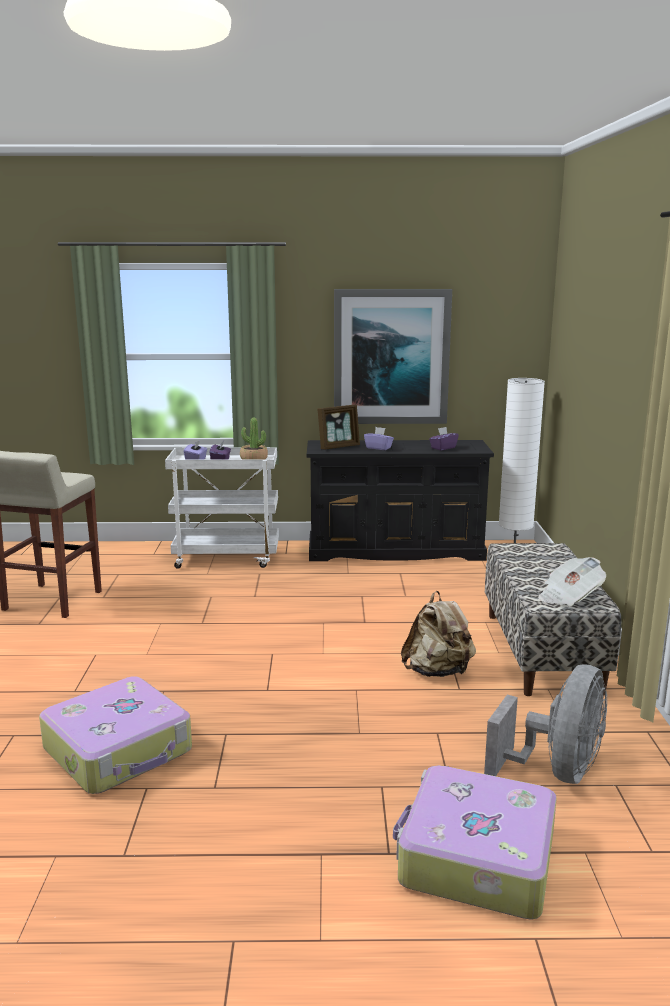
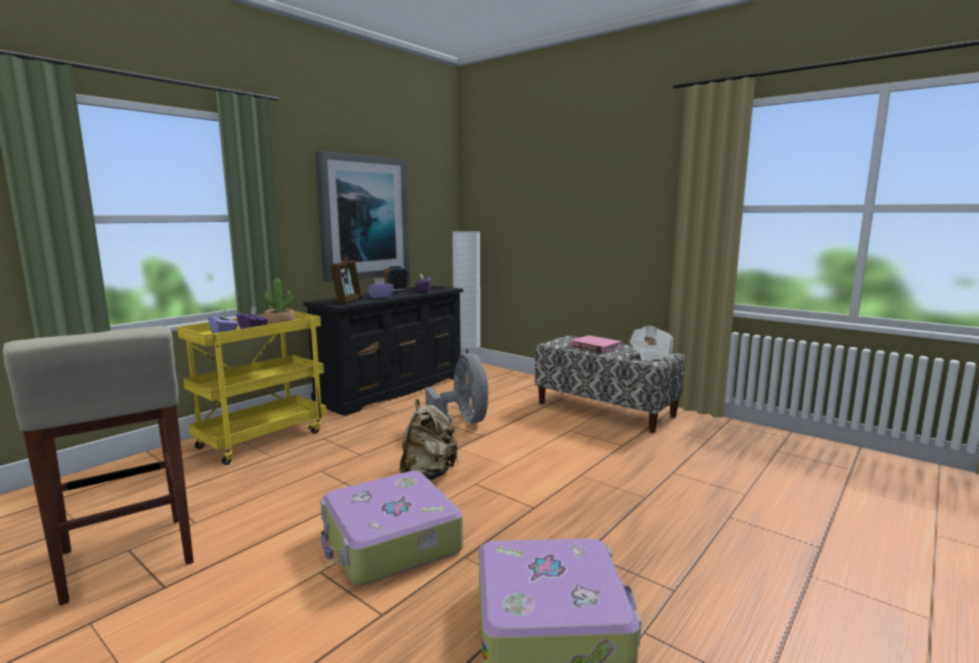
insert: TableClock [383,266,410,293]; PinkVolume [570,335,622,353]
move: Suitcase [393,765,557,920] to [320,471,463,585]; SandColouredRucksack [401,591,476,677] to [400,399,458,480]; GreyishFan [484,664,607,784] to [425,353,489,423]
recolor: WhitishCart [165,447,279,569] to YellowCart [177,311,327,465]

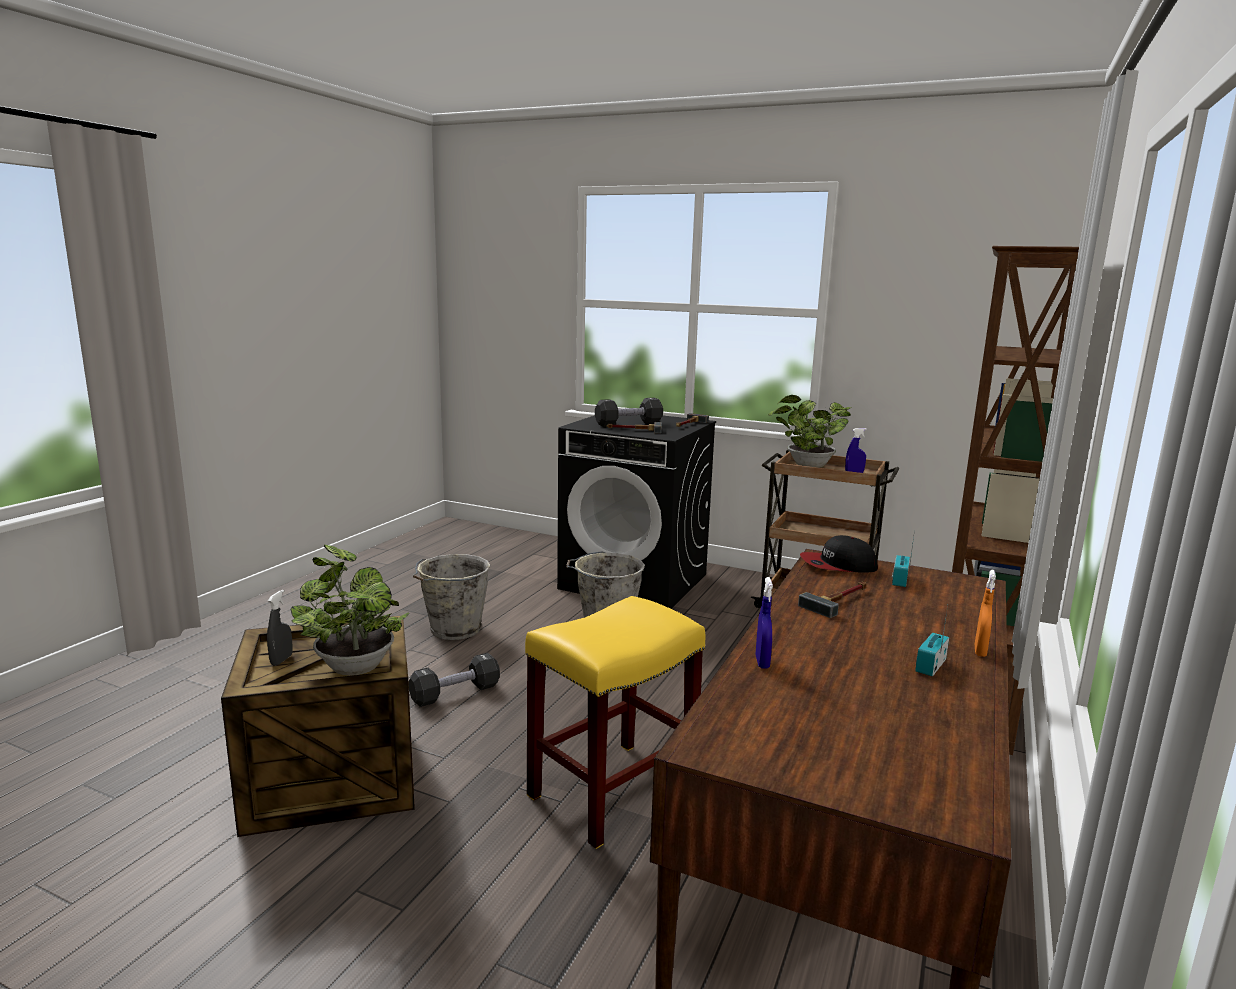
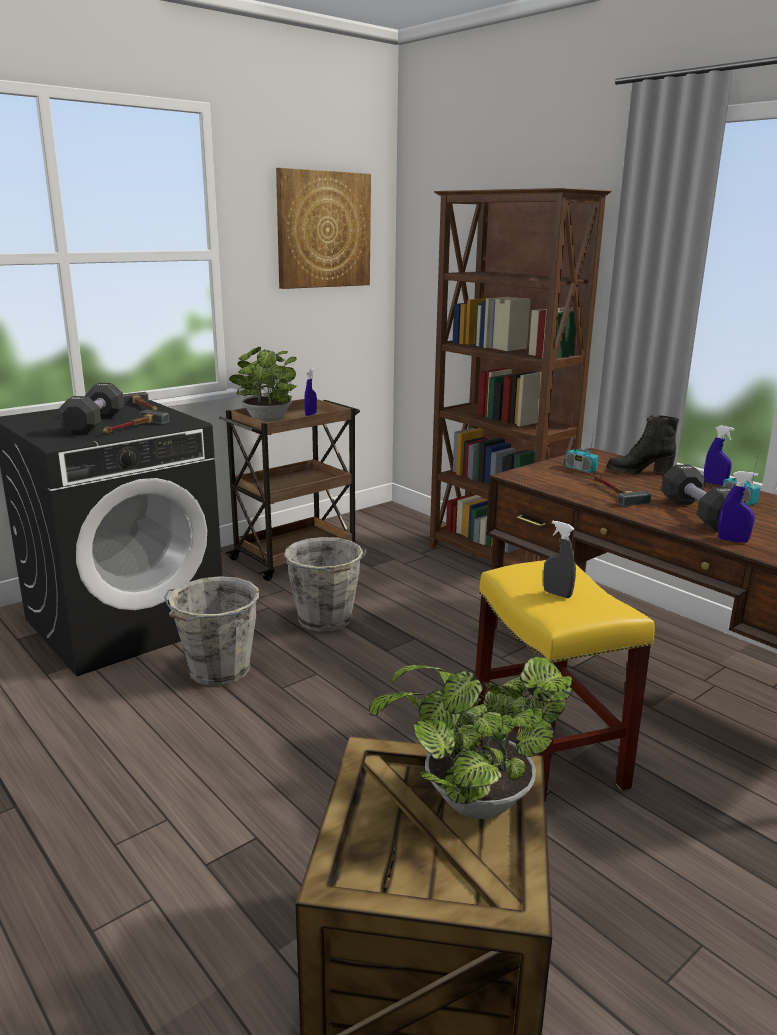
delete: PeakedCap [800,535,878,573]
insert: Picture [276,168,371,289]; BlackColouredTallBoot [607,415,679,475]
move: GreyishHandSprayer [267,590,293,666] to [543,521,576,598]; BlackColouredDumbbell [408,653,500,707] to [661,464,746,531]; GreyishPail [413,554,491,640] to [284,537,367,632]
recolor: OrangeHandSprayer [975,569,996,657] to BlueHandSprayer [704,425,734,486]

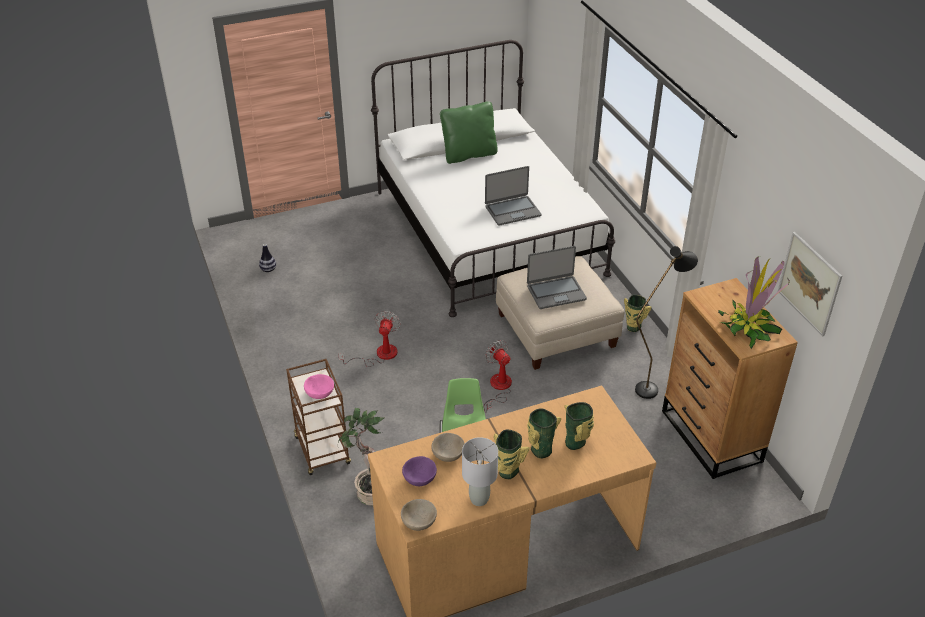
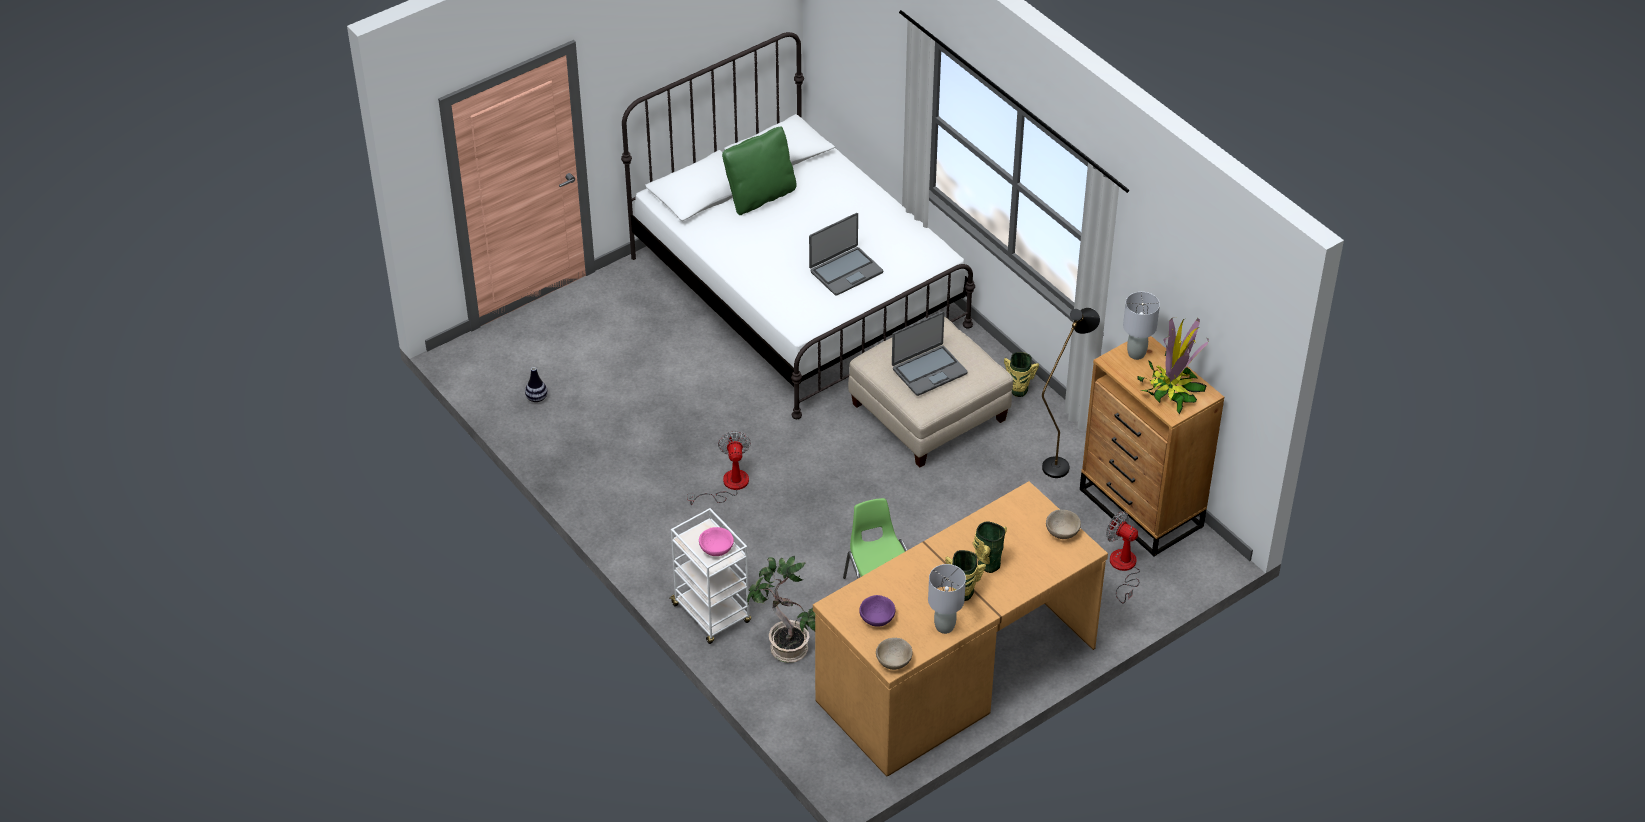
delete: FlowerVase [565,402,594,450]; Picture [778,232,842,337]
insert: GreyishTableLamp [1123,292,1160,360]
move: SandColouredServingBowl [431,433,465,462] to [1046,510,1081,539]; Fan [484,340,512,413] to [1106,511,1140,604]
recolor: BrownColouredCart [286,359,351,475] to WhitishCart [669,508,751,644]

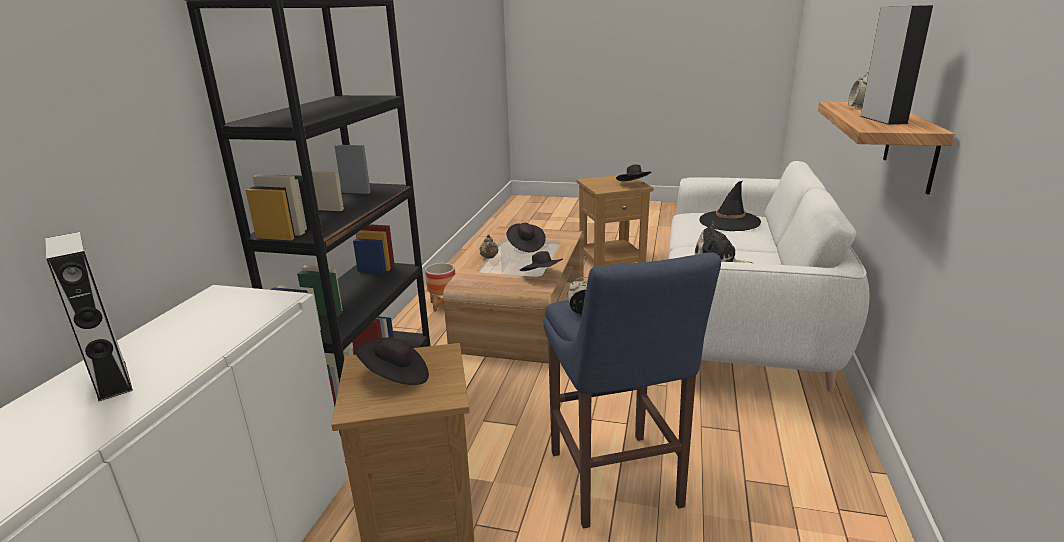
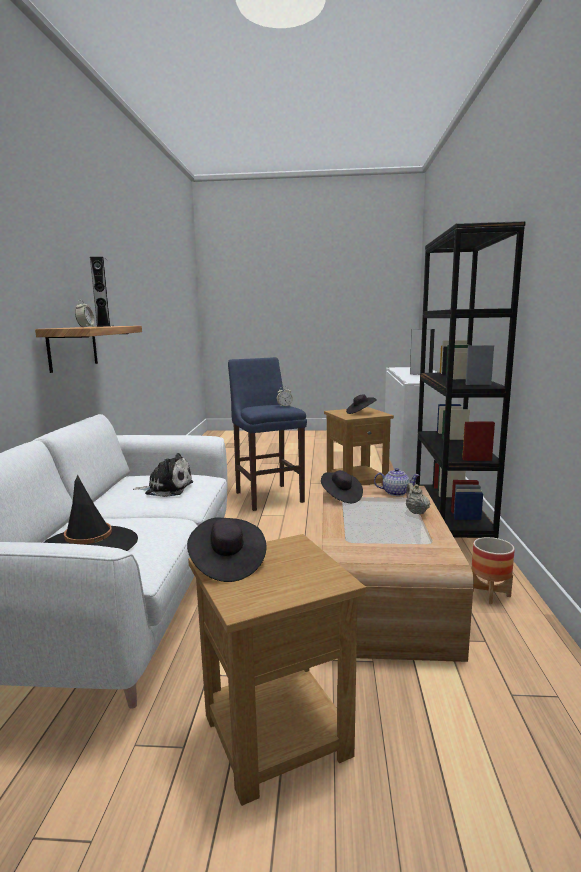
delete: BlackColouredClothingHat [506,223,546,252]
insert: PotForTea [374,468,420,496]

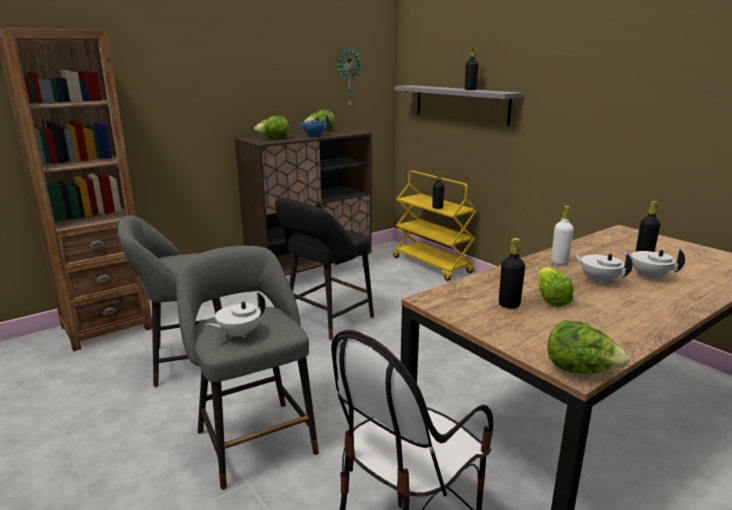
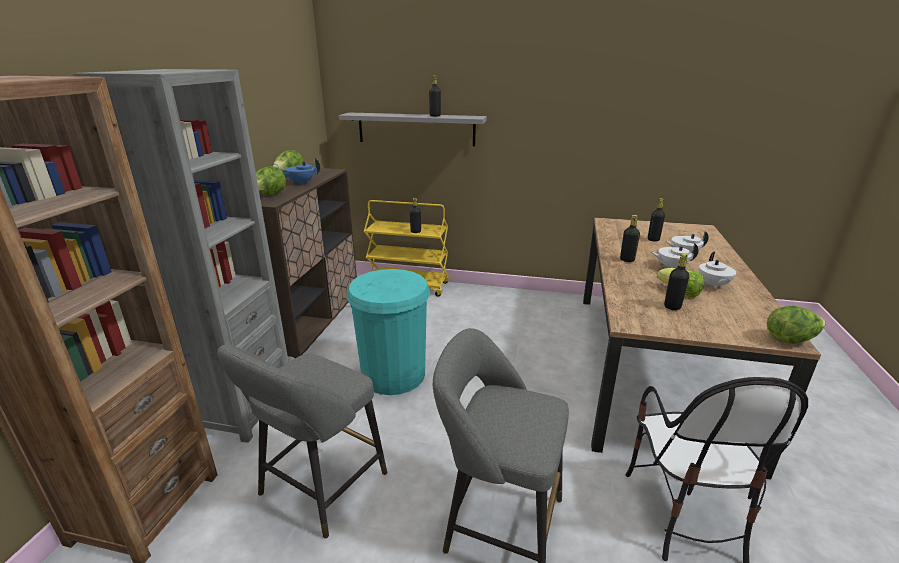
delete: WallClock [337,48,362,108]
insert: GreyishBookcase [73,69,289,443]
move: WhitishPotForTea [205,293,265,338] to [699,252,736,289]
replace: BlackColouredSittingStool [275,198,374,340] to BlueGreenTrashCan [347,269,430,395]
recolor: WhitishBeverageBottle [551,206,574,265] to BlackColouredBeverageBottle [620,215,640,262]

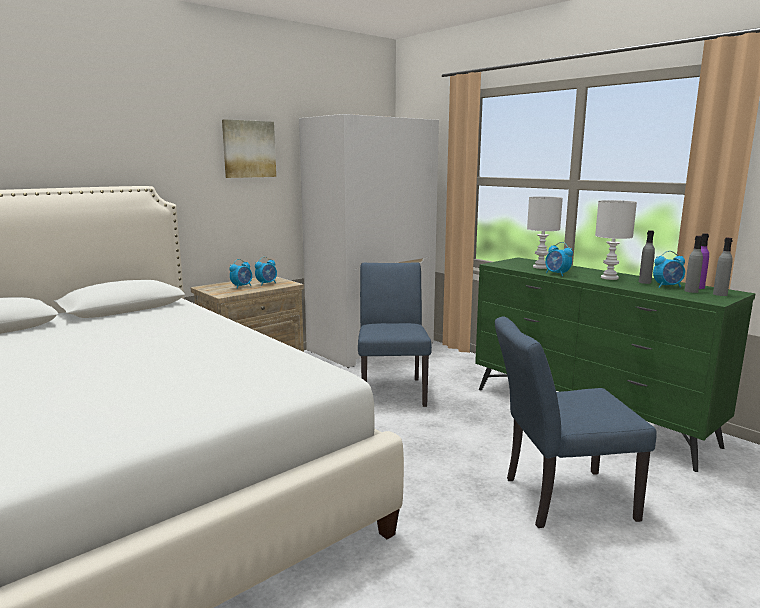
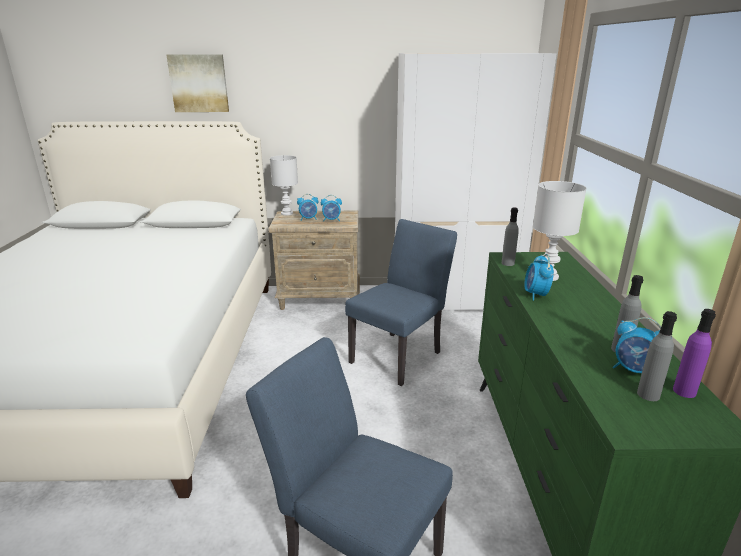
move: Picture [222,119,276,178] to [166,54,229,112]; WhitishTableLamp [595,200,637,280] to [270,155,298,215]; GreyishBeverageBottle [713,238,733,296] to [502,208,519,266]

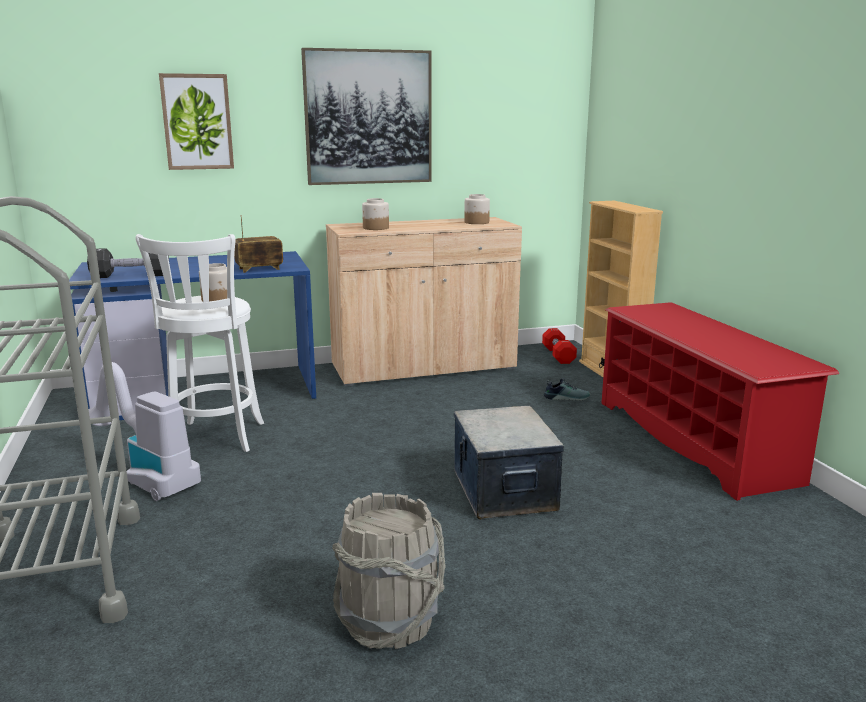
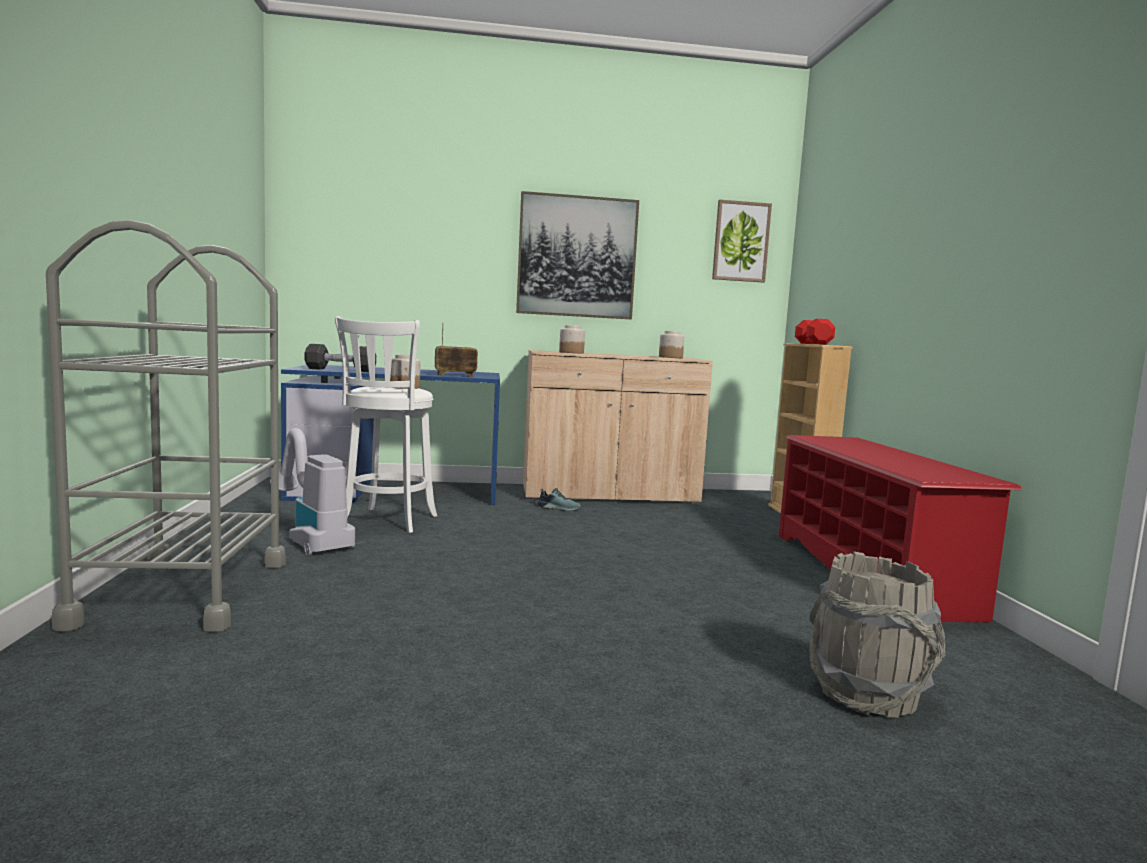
delete: StorageBin [454,406,564,520]
move: Picture [159,73,234,170] to [712,200,772,282]; GreyishPail [332,493,446,649] to [809,552,945,718]; RedColouredDumbbell [542,328,577,364] to [795,319,835,345]; ItemOfFootwear [544,378,590,401] to [537,488,581,511]

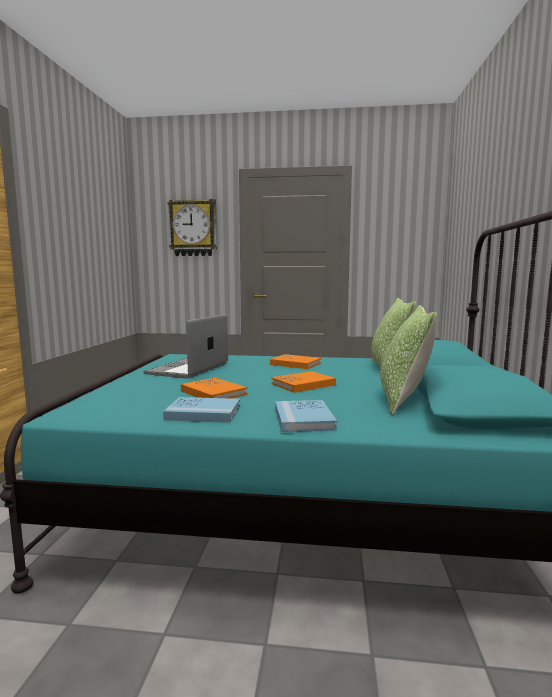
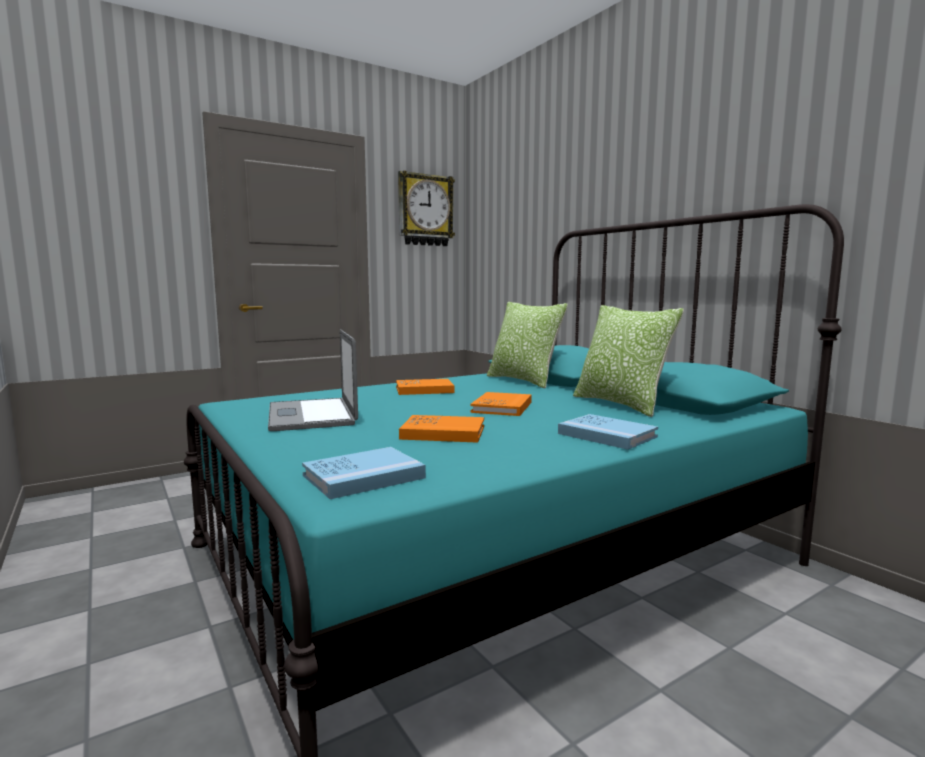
move: BlueVolume [163,397,240,423] to [302,447,426,499]; WallClock [168,199,217,256] to [398,170,455,246]

